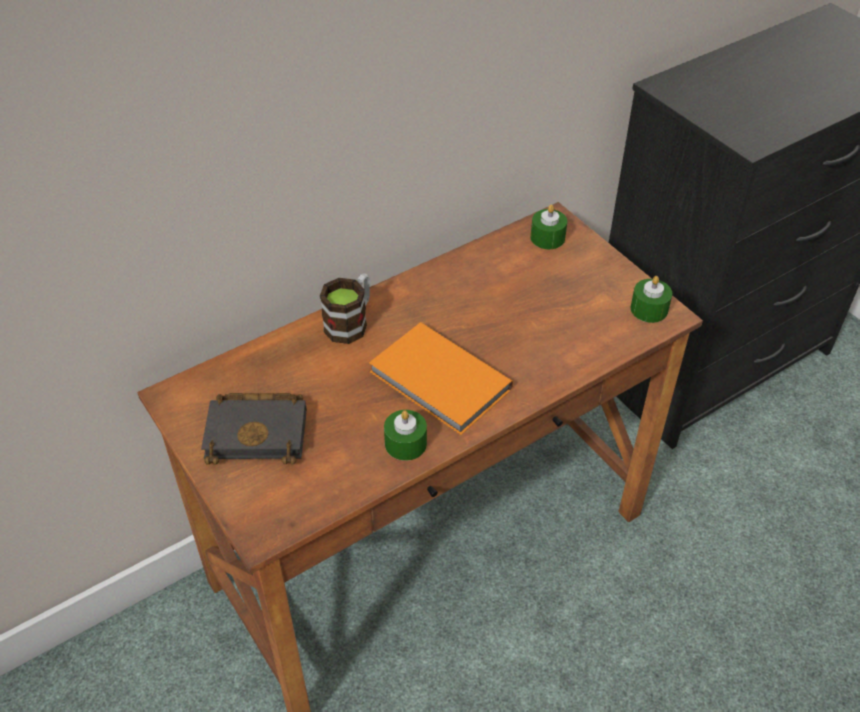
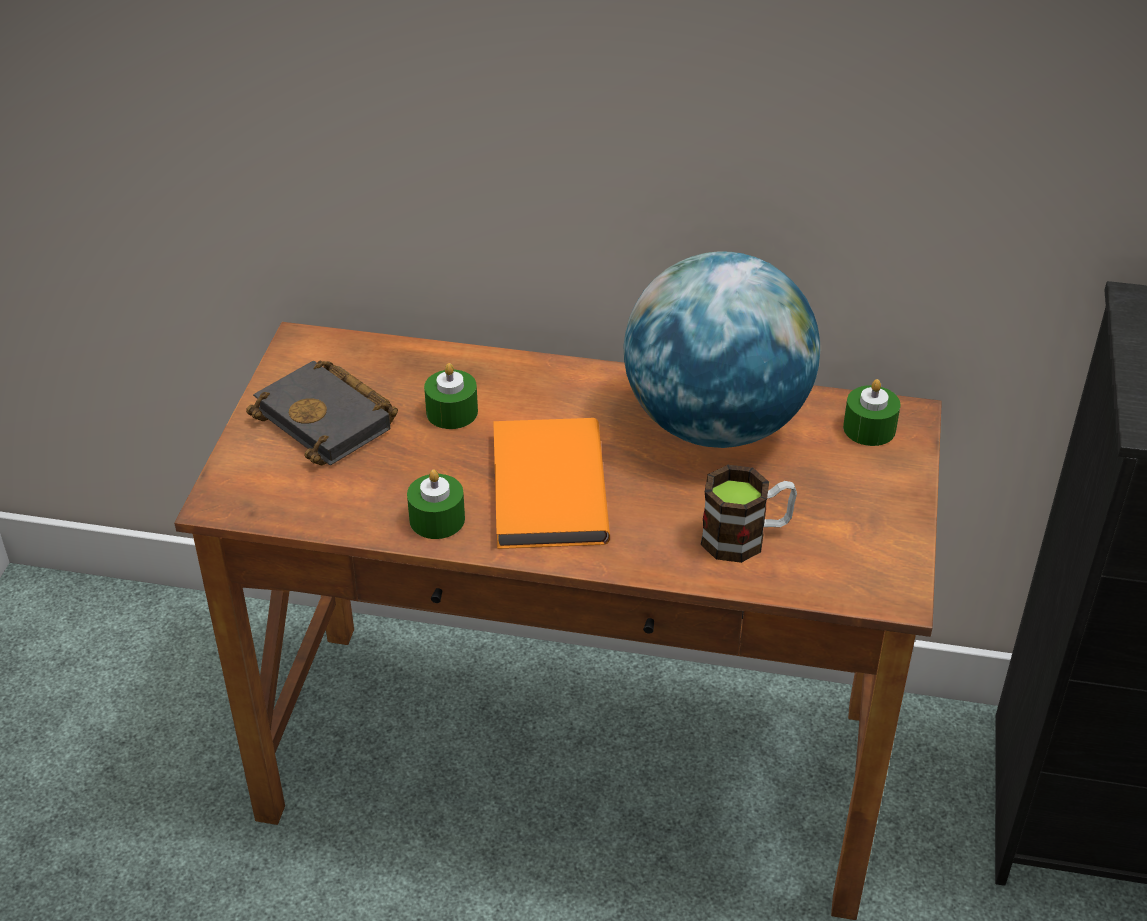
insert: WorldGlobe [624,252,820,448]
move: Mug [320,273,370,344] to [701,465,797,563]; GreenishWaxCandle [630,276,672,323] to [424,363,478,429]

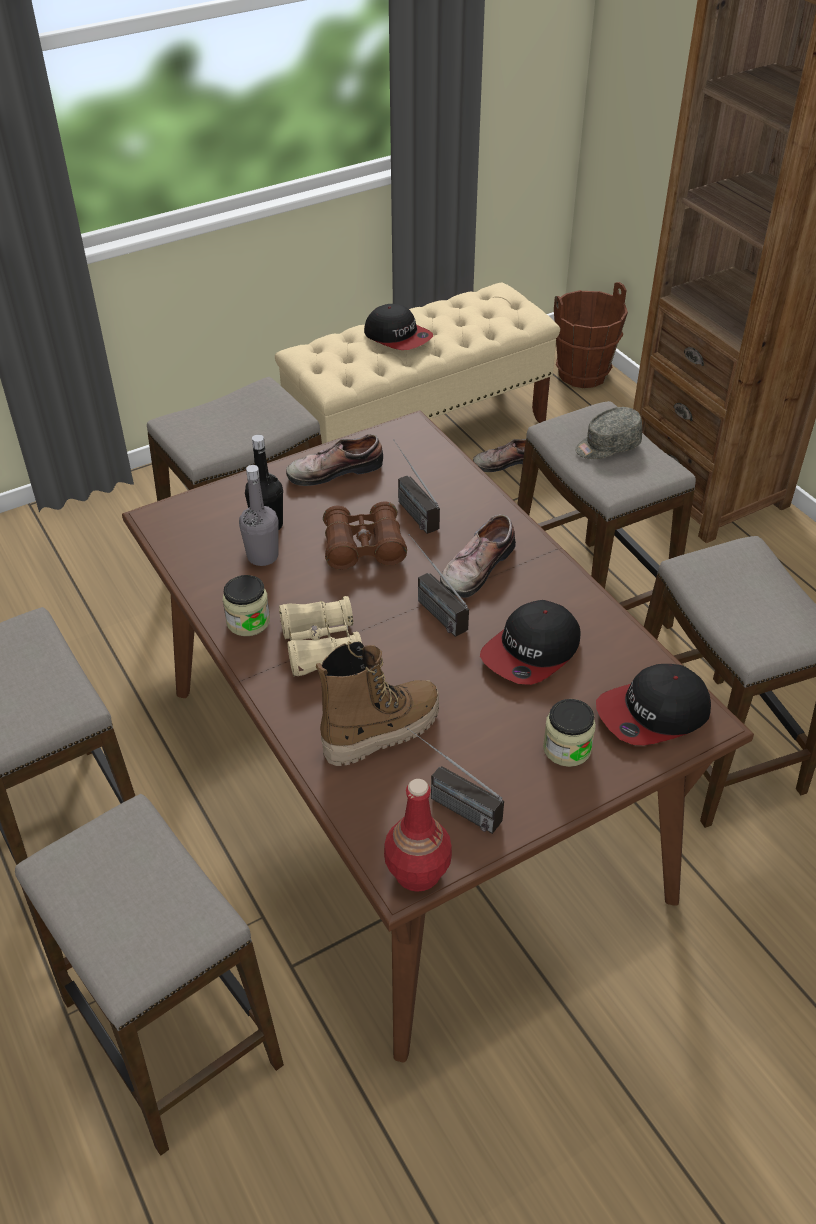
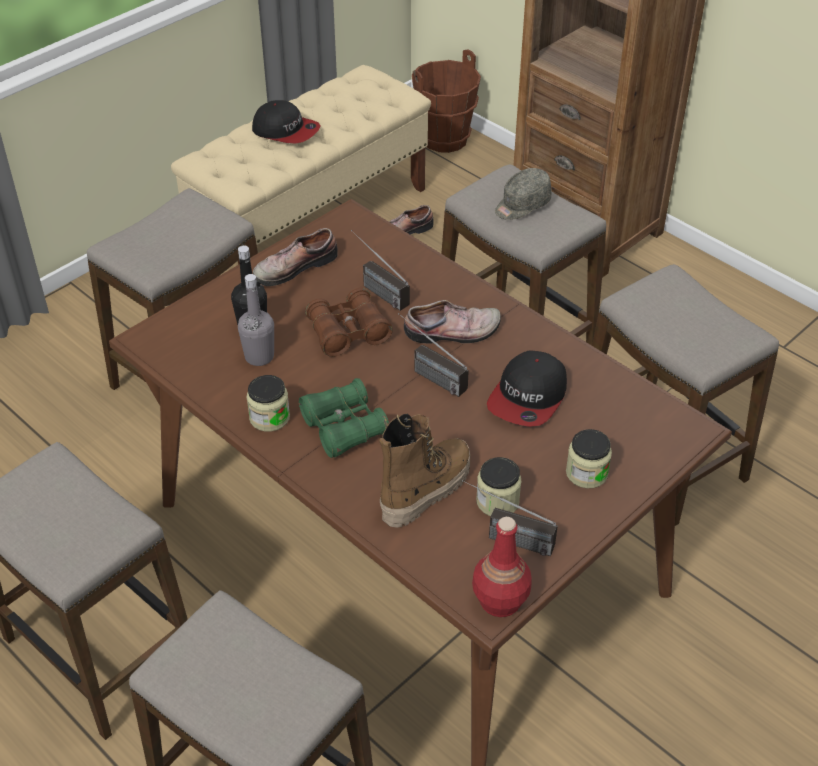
delete: PeakedCap [596,664,711,745]
insert: Jar [476,457,522,516]
recolor: SandColouredBinoculars [279,596,362,676] to GreenishBinoculars [299,378,389,458]
rotate: ItemOfFootwear [440,514,516,598] = [404,300,501,343] 120 degrees counterclockwise

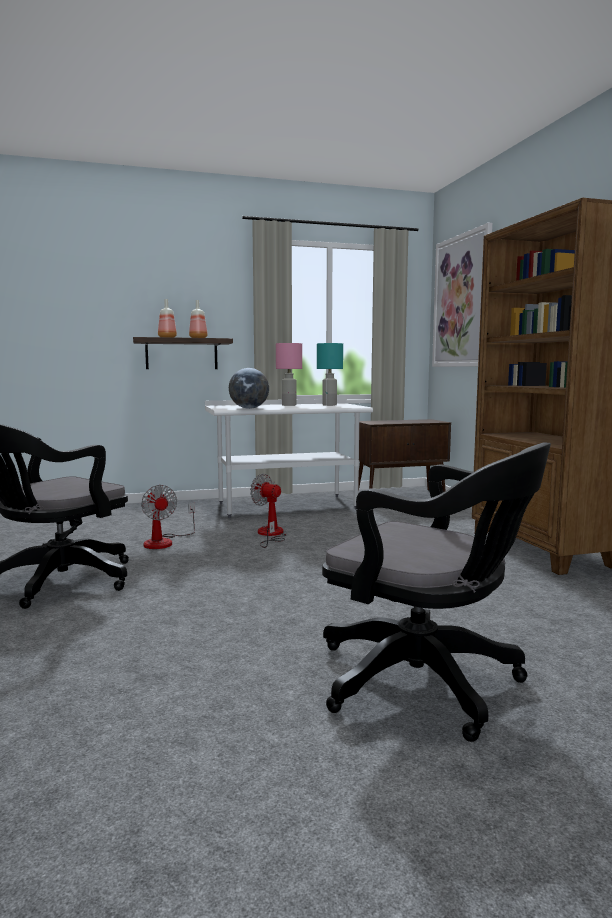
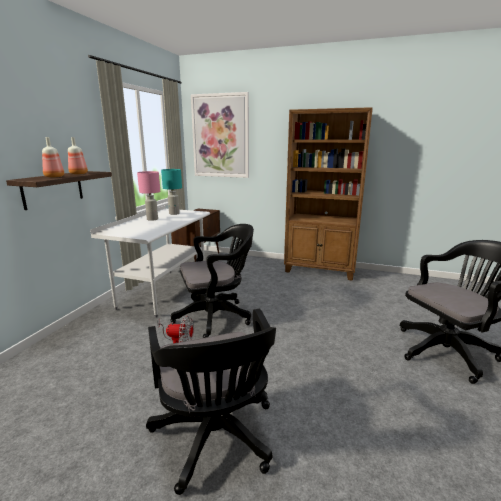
delete: WorldGlobe [229,368,269,409]
replace: Fan [250,473,286,548] to BlackColouredDeskChair [170,224,254,338]

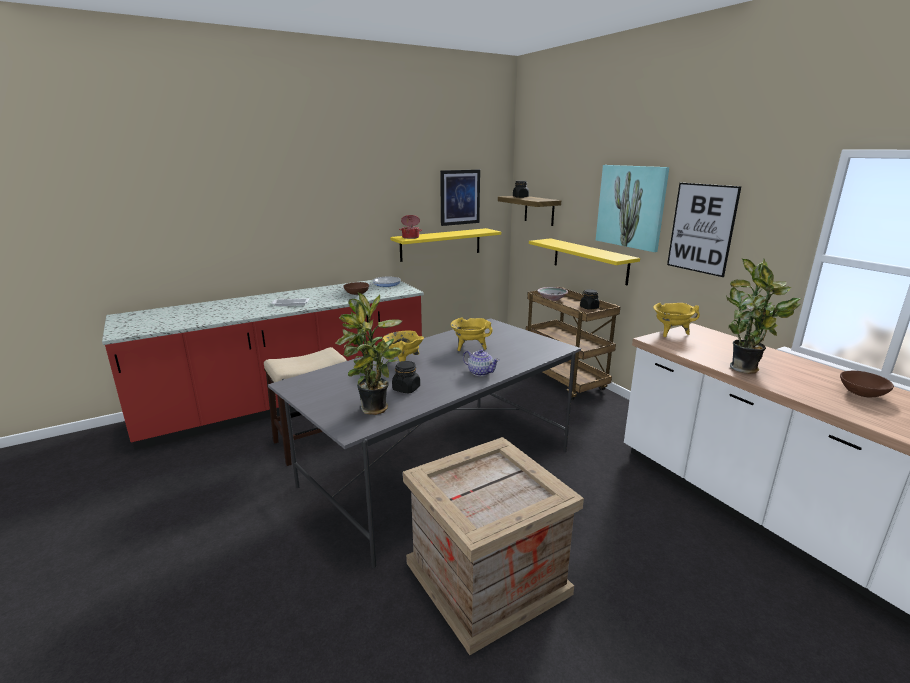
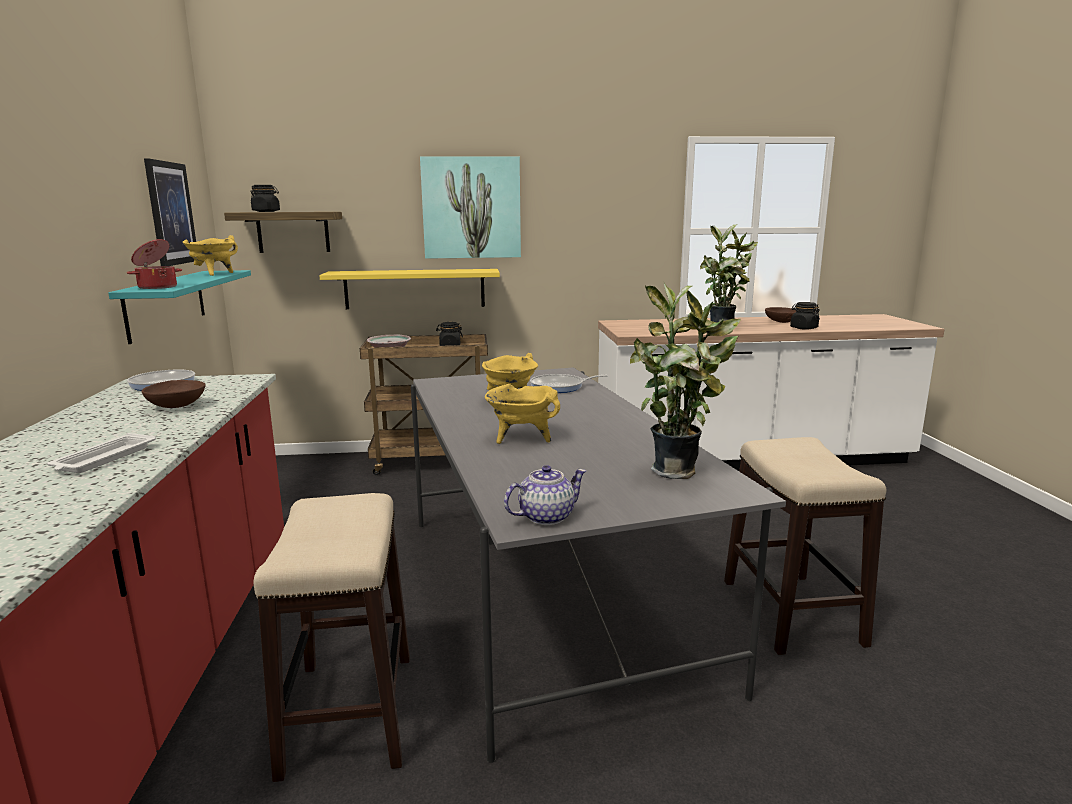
delete: Picture [667,183,741,277]
insert: Pan [530,374,608,393]
move: BlackColouredJar [392,361,420,393] to [790,302,820,330]; PotForTea [463,349,500,376] to [504,465,586,525]; YellowSaucepot [653,303,700,338] to [183,235,238,276]
replace: ShippingCrate [403,437,584,655] to SittingStool [724,437,887,655]
recolor: YellowWallShelf [390,228,501,262] to BlueGreenWallShelf [108,270,251,344]

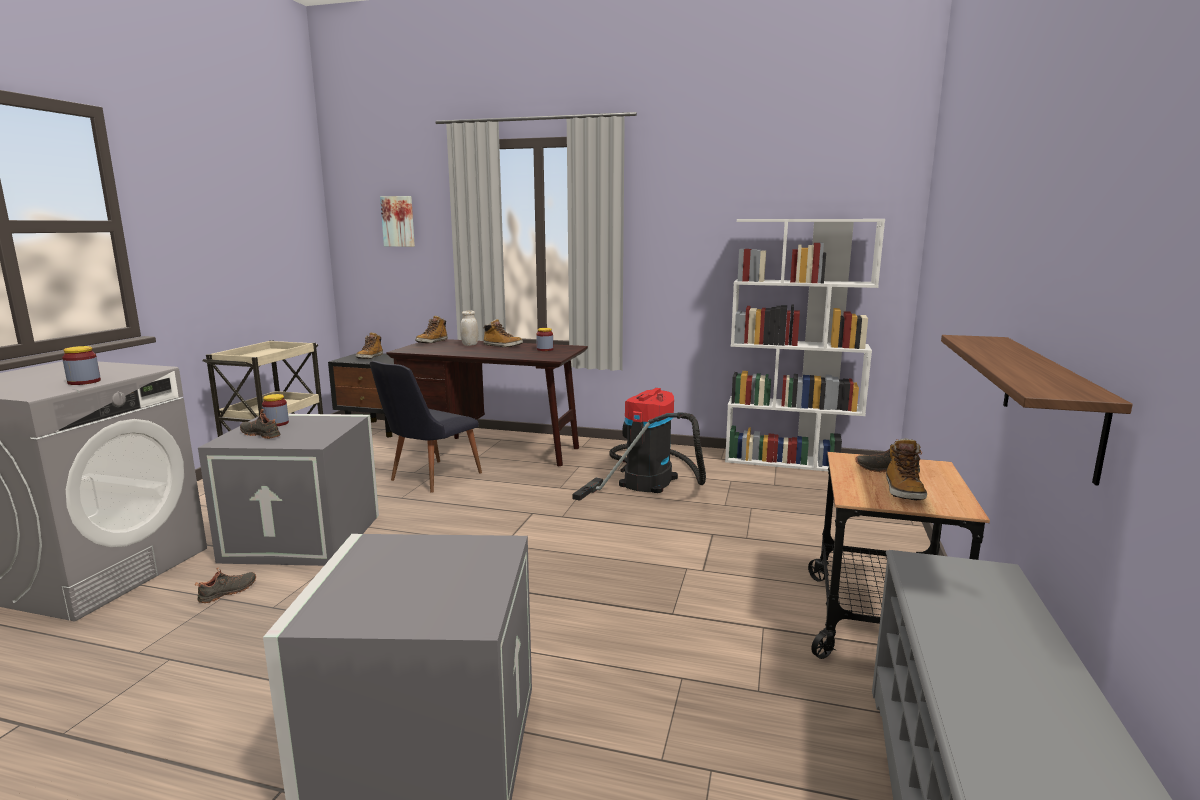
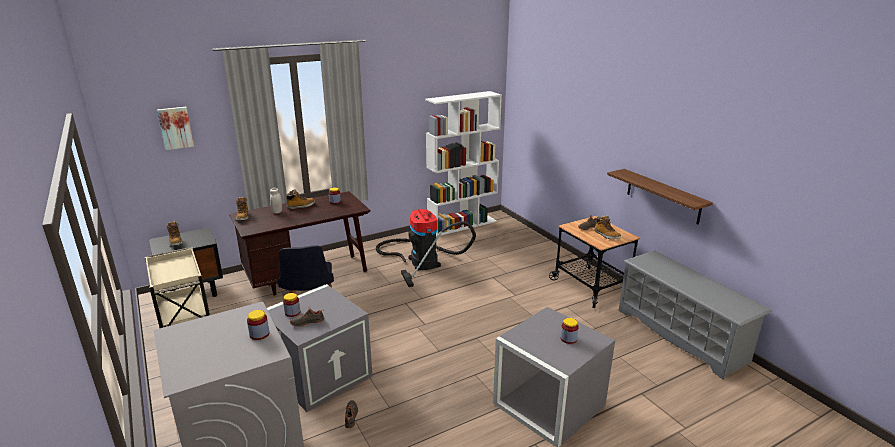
insert: Jar [560,318,579,344]

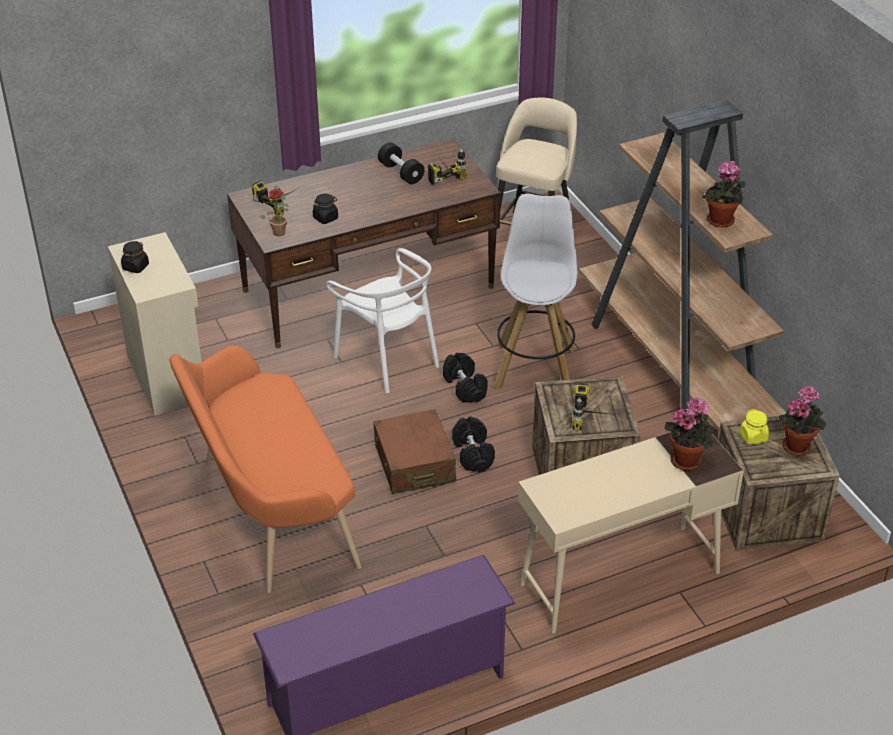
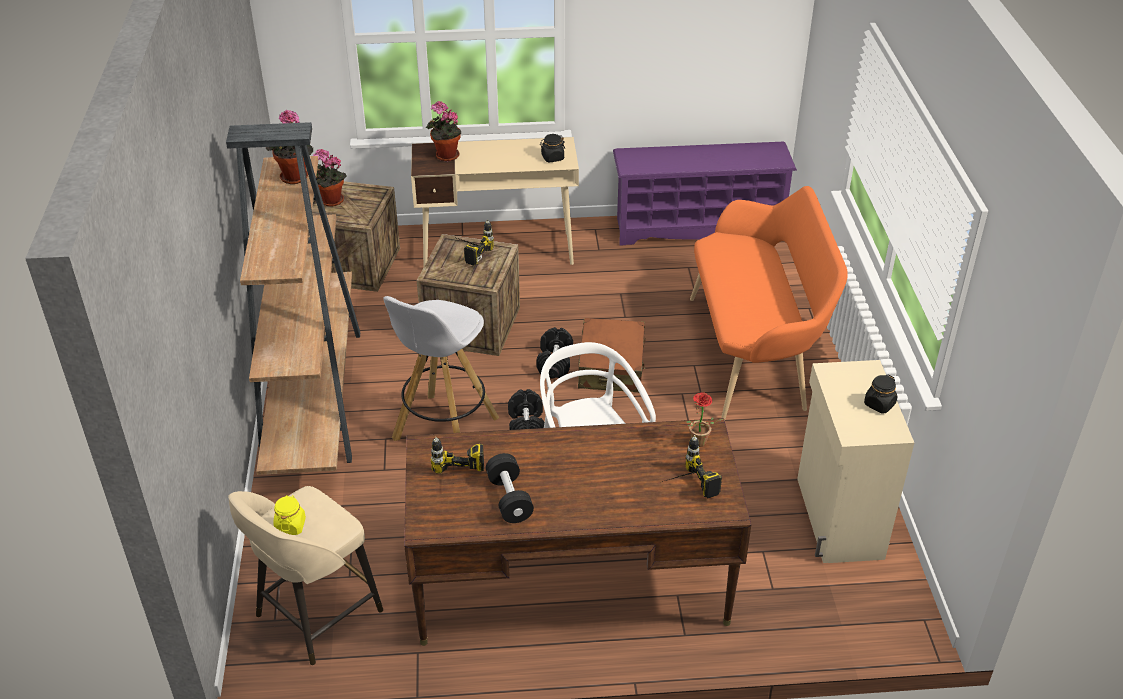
move: BlackColouredJar [313,194,338,224] to [540,134,565,162]; YellowJar [740,409,769,445] to [273,495,306,535]

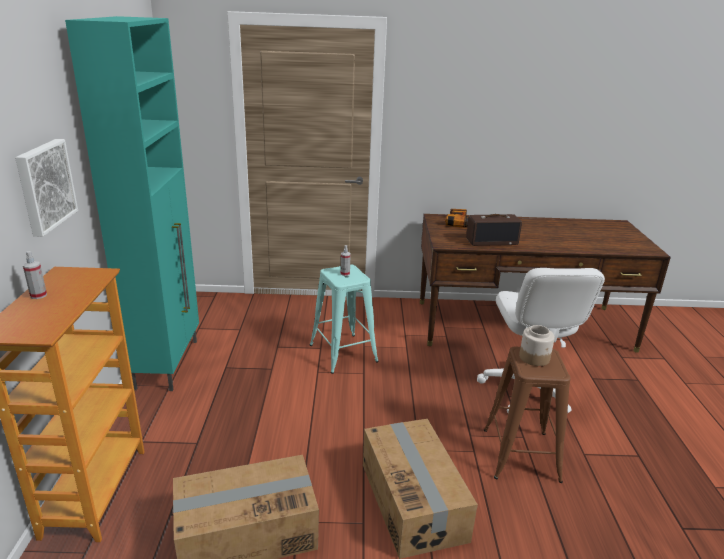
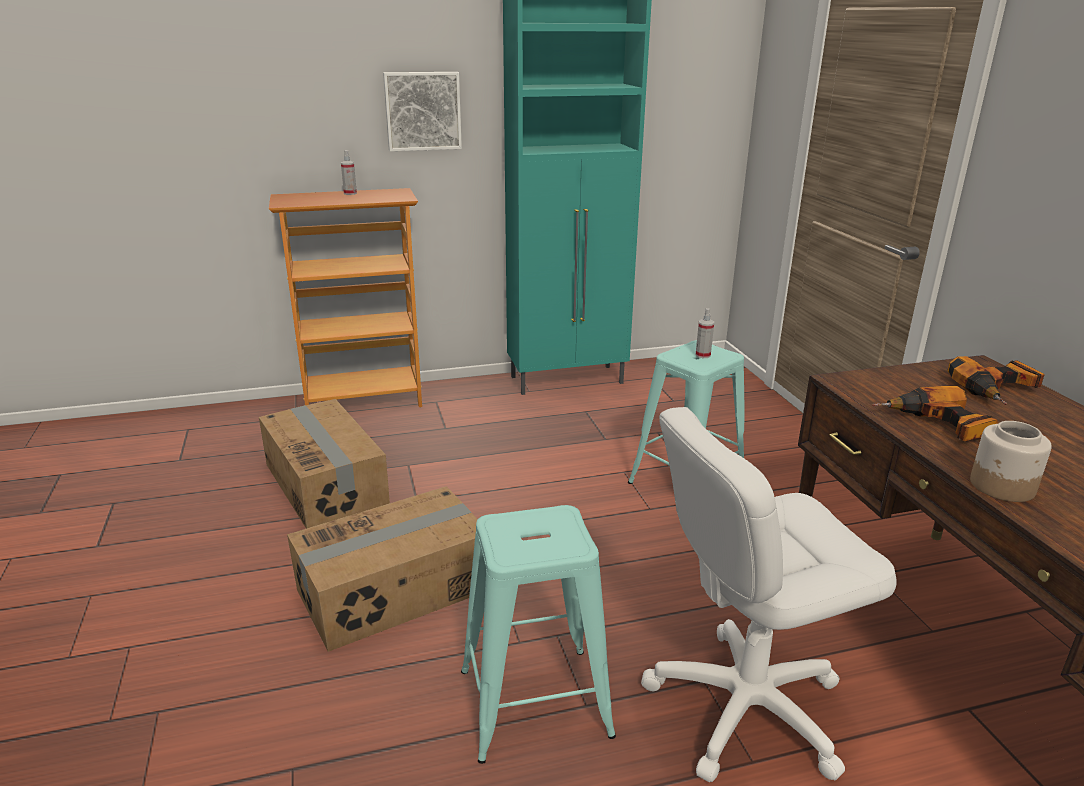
move: Jar [519,325,555,366] to [970,421,1052,502]
replace: RadioSet [466,214,522,246] to Drill [872,386,998,441]
recolor: BrownColouredSittingStool [484,347,571,483] to BlueGreenSittingStool [461,505,616,764]

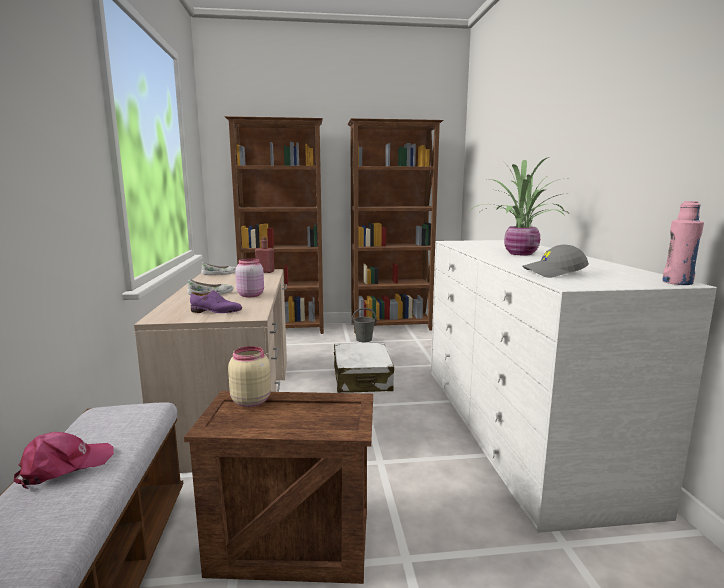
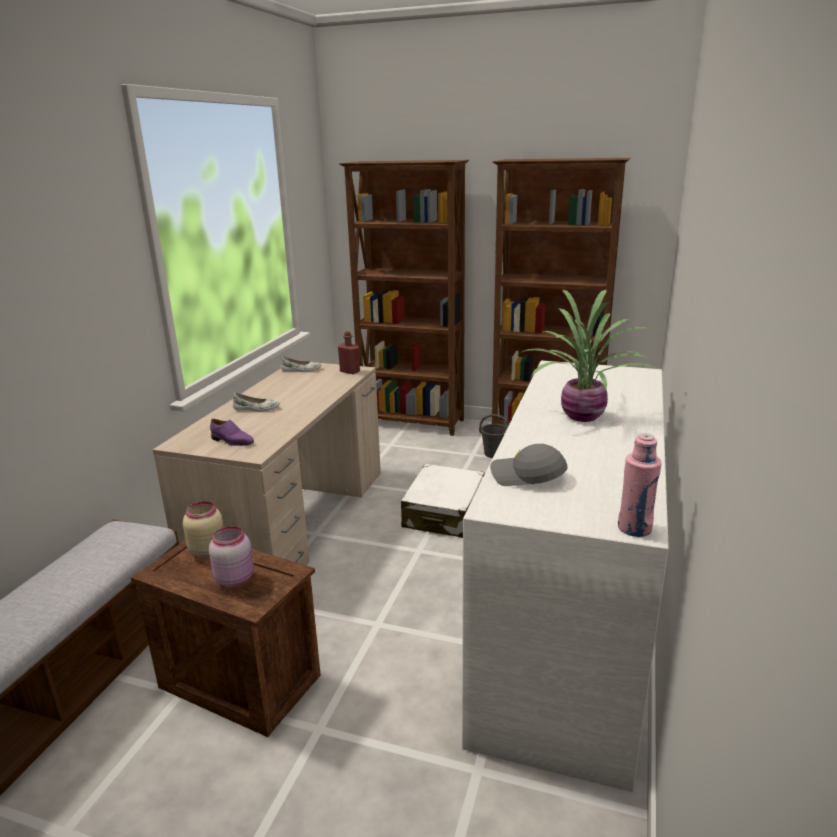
delete: PinkPeakedCap [14,432,114,489]
move: PinkJar [235,258,264,297] to [209,526,254,587]

